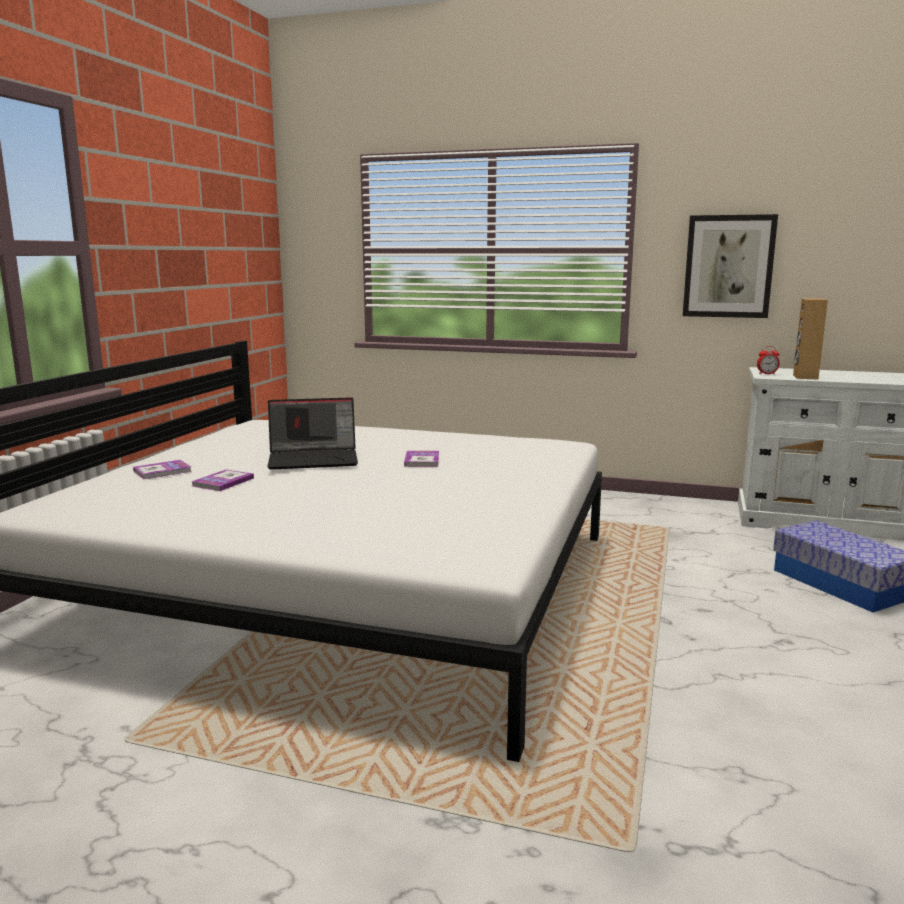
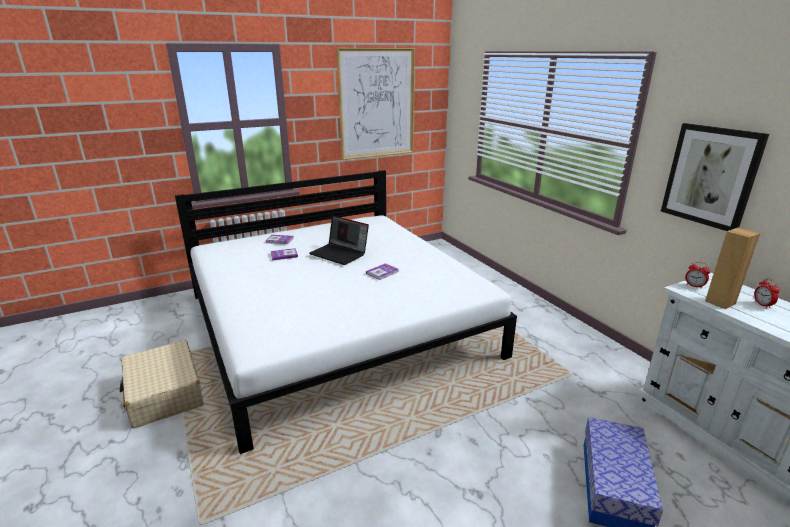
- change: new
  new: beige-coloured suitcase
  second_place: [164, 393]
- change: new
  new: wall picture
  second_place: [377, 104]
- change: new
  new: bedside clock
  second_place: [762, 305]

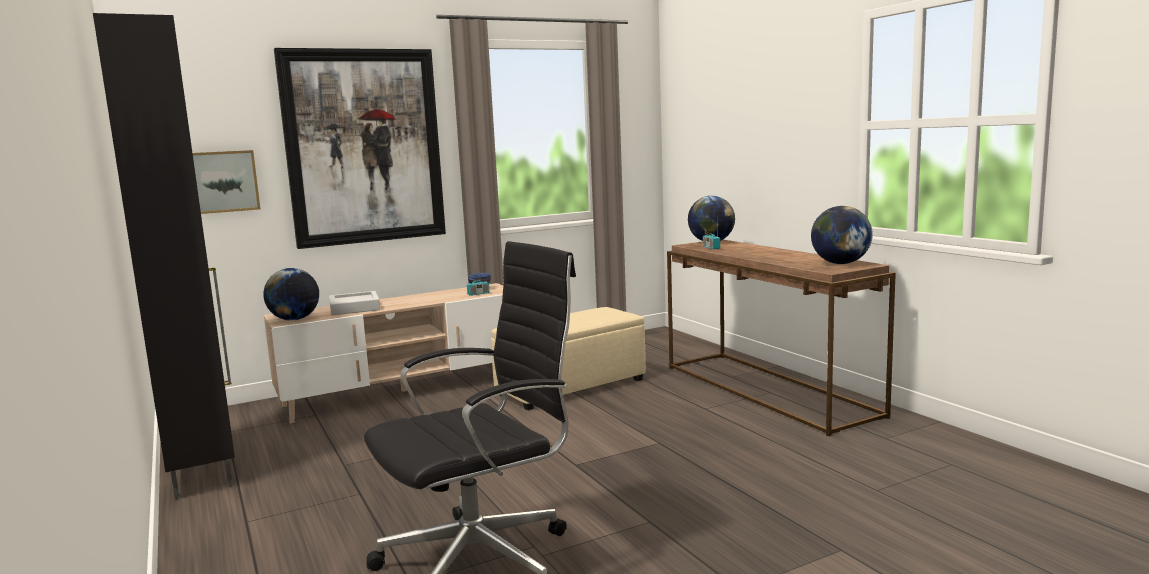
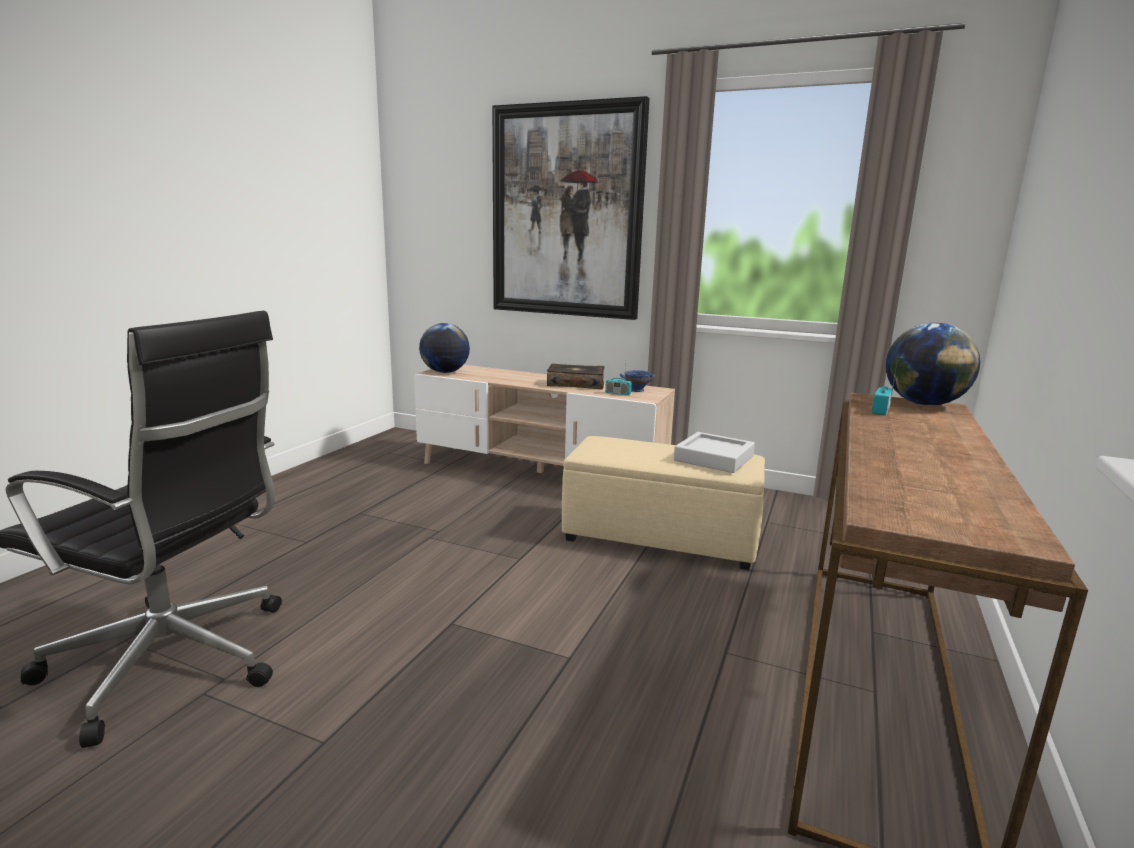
- change: gone
  old: black-coloured storage cabinet
  first_place: [203, 469]
- change: gone
  old: wall picture
  first_place: [224, 181]
- change: gone
  old: globe
  first_place: [840, 263]
- change: new
  new: book
  second_place: [576, 384]
- change: shifted
  old: gray tray
  first_place: [354, 308]
  second_place: [714, 458]

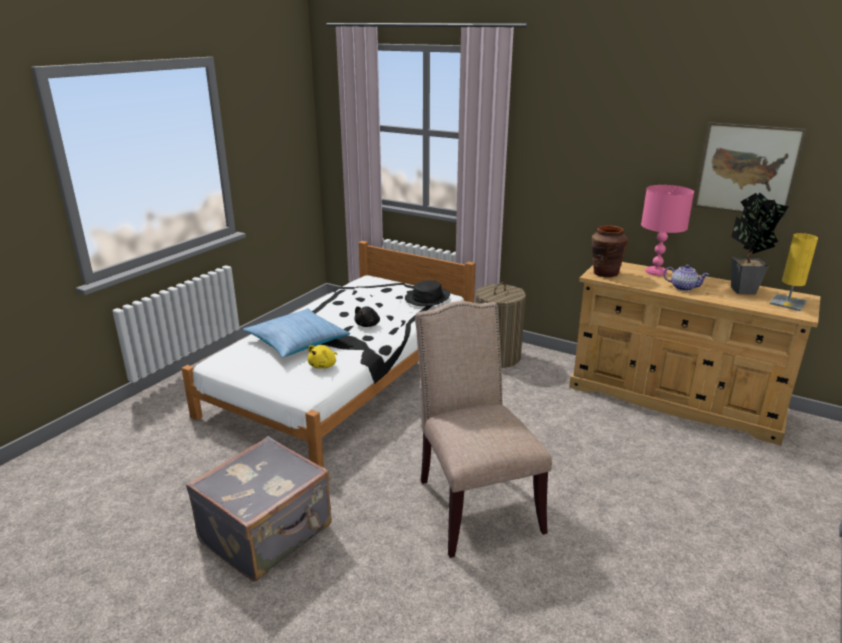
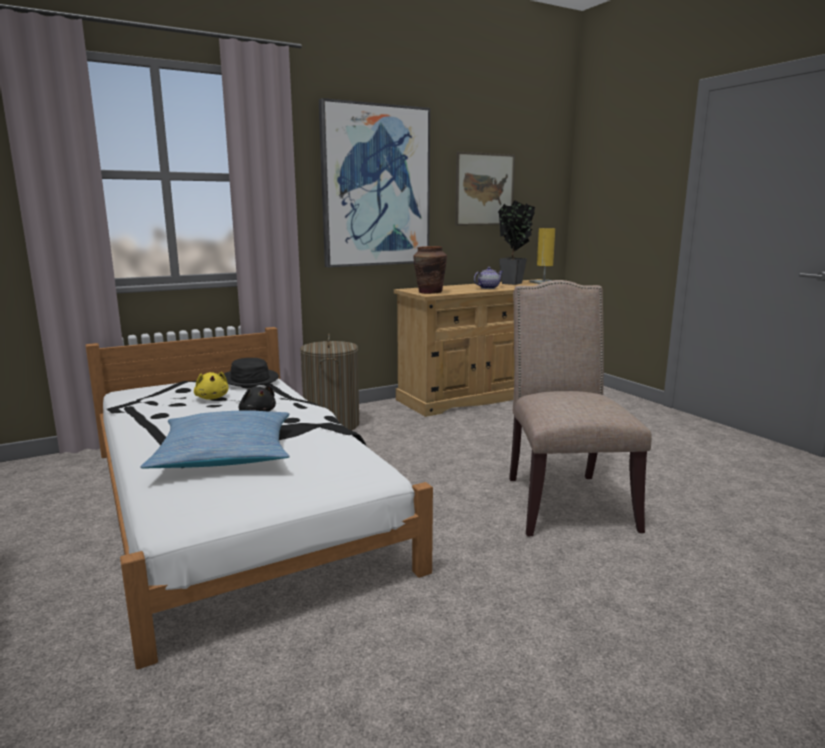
- change: gone
  old: gray suitcase
  first_place: [268, 534]
- change: gone
  old: pinkish lamp for a table
  first_place: [656, 272]
- change: new
  new: wall picture
  second_place: [375, 187]
- change: shifted
  old: yellowish plush toy
  first_place: [323, 365]
  second_place: [212, 398]
- change: rotated
  old: beige-coloured chair
  first_place: [473, 502]
  second_place: [563, 500]
  degrees: 75

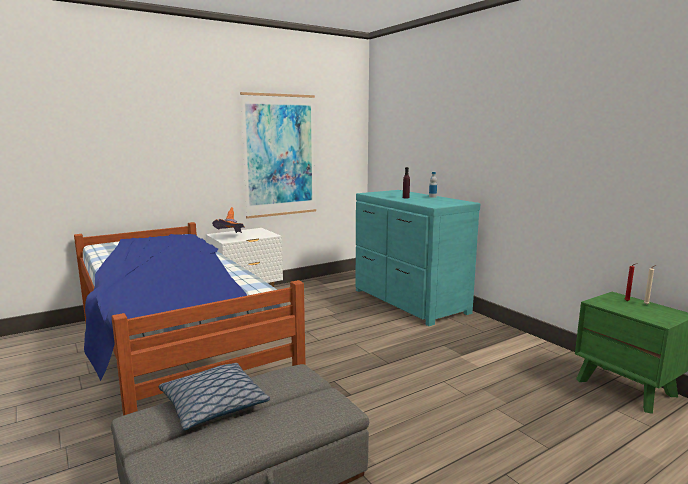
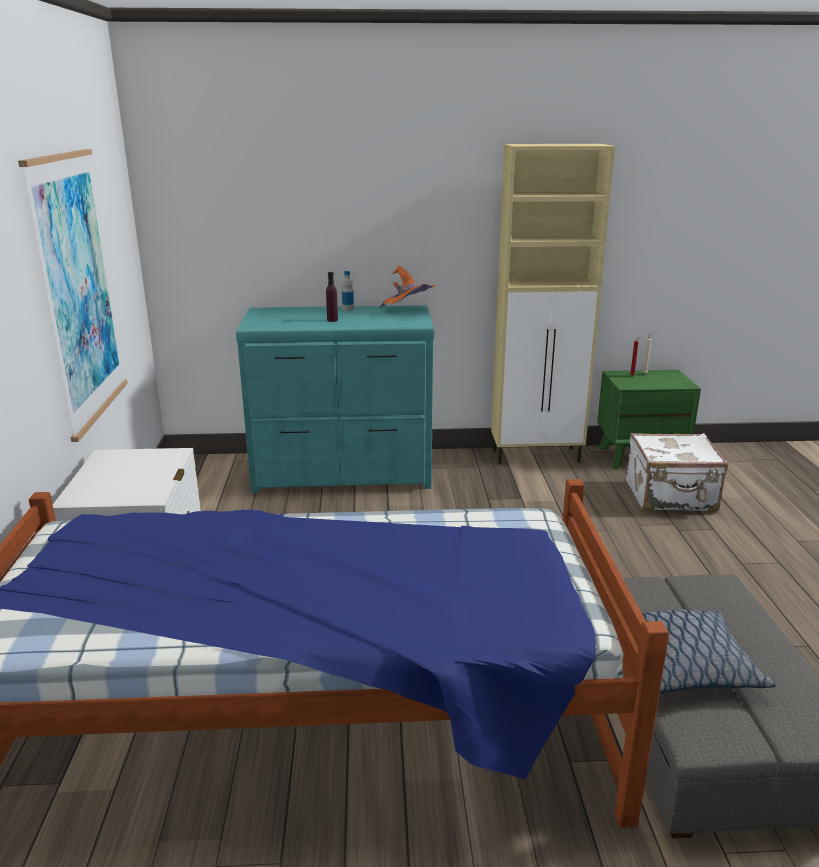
- change: new
  new: beige-coloured storage cabinet
  second_place: [537, 456]
- change: new
  new: white-coloured suitcase
  second_place: [671, 497]
- change: shifted
  old: orange clothing hat
  first_place: [231, 237]
  second_place: [407, 312]

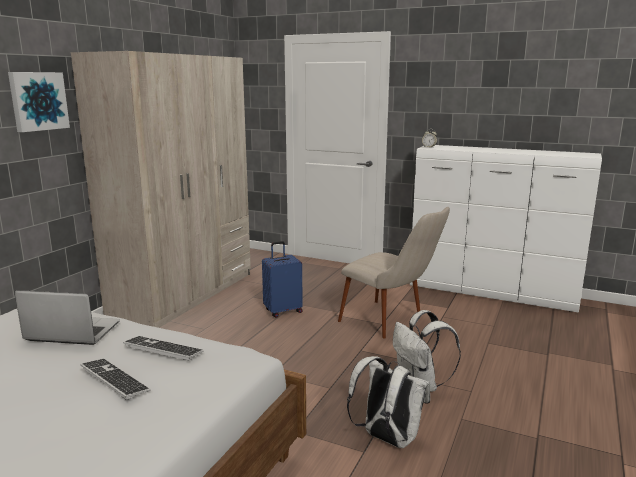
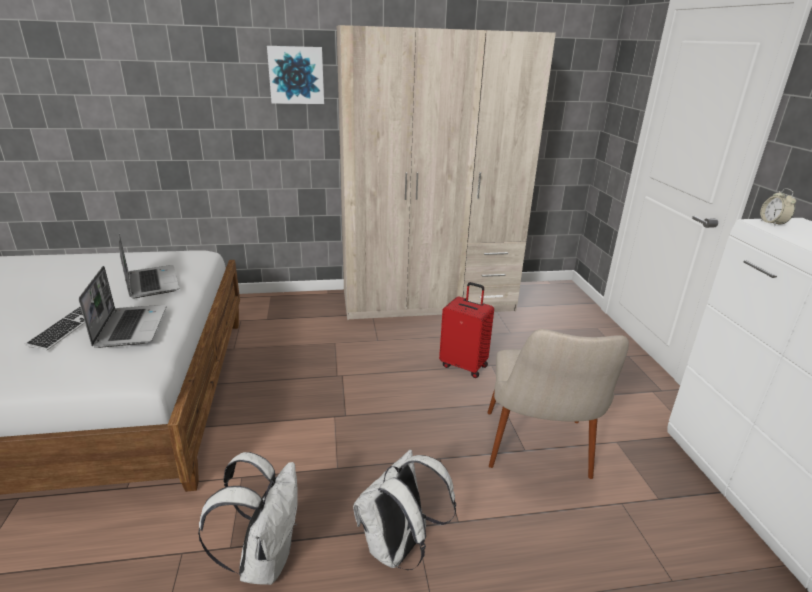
- change: swapped
  old: keyboard
  new: notebook computer
  first_place: [163, 349]
  second_place: [130, 327]
- change: repainted
  old: blue suitcase
  new: red-coloured suitcase
  first_place: [283, 311]
  second_place: [464, 365]

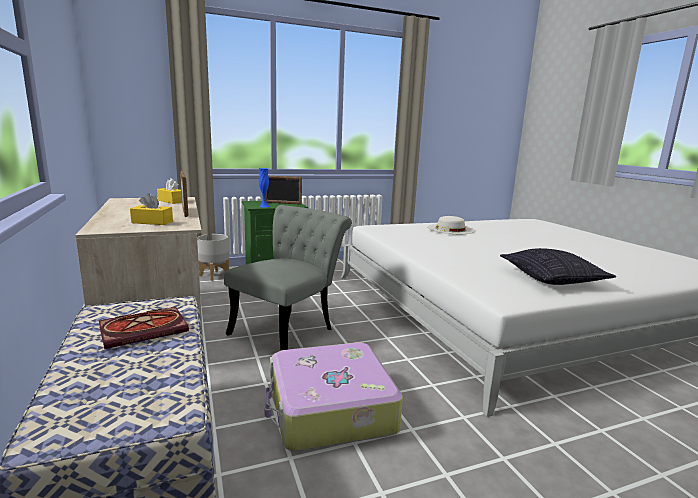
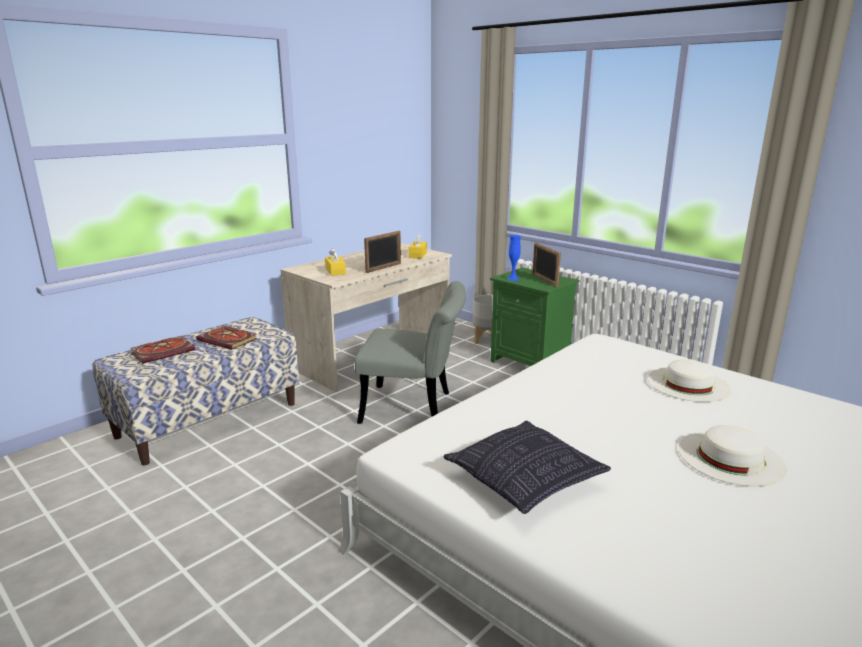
- change: gone
  old: suitcase
  first_place: [330, 409]
- change: new
  new: book
  second_place: [164, 351]
- change: new
  new: white-coloured clothing hat
  second_place: [730, 457]

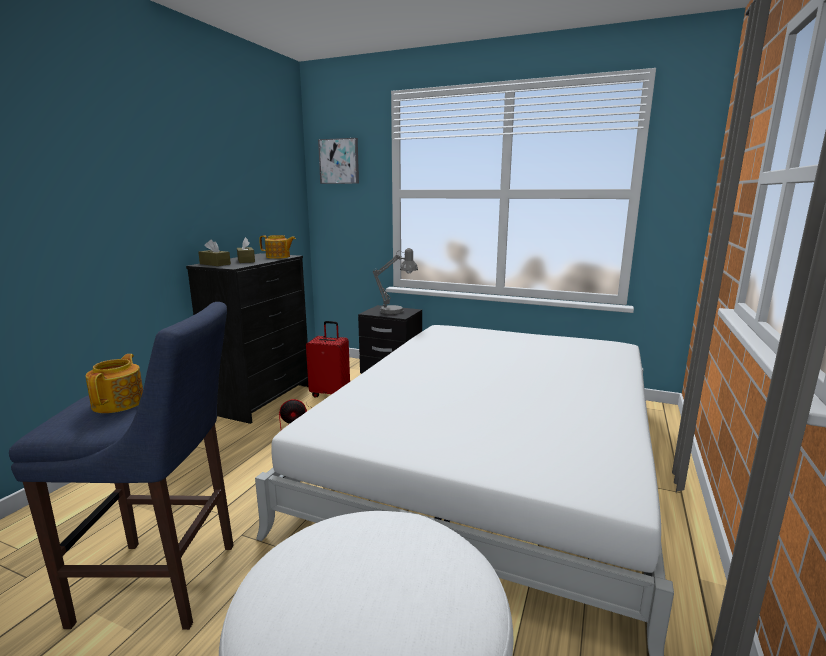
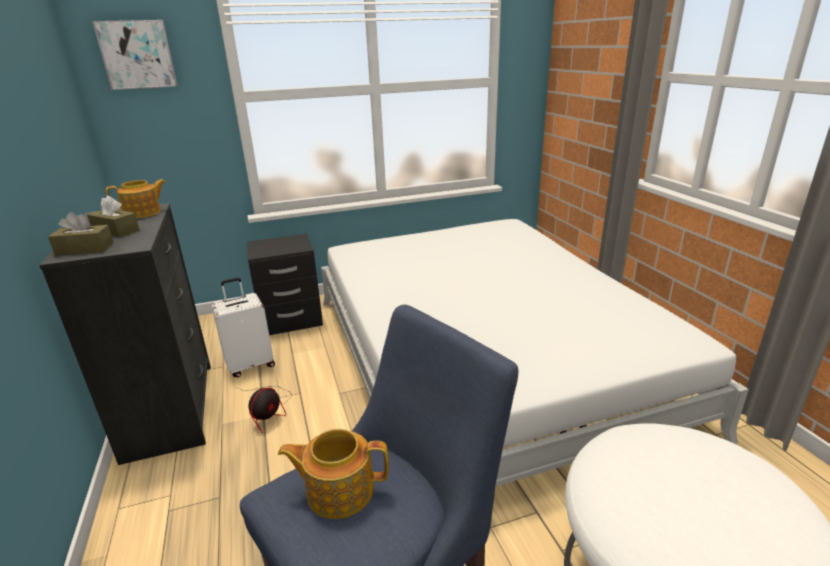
- change: gone
  old: gray lamp for a table
  first_place: [397, 311]
- change: repainted
  old: red-coloured suitcase
  new: white-coloured suitcase
  first_place: [331, 394]
  second_place: [250, 365]
- change: rotated
  old: teapot
  first_place: [120, 402]
  second_place: [338, 490]
  degrees: -45

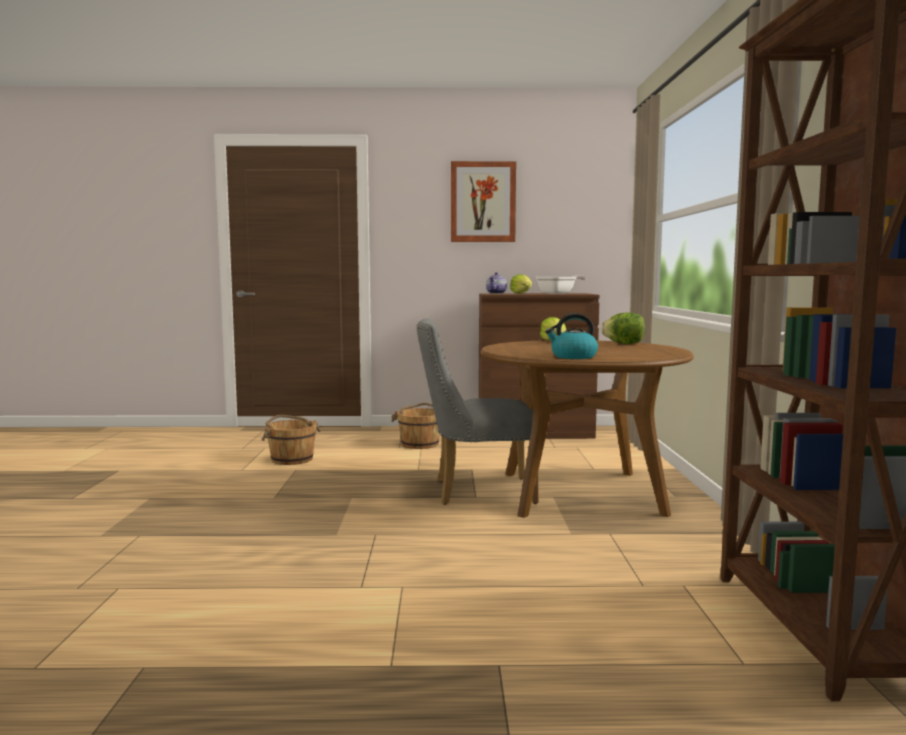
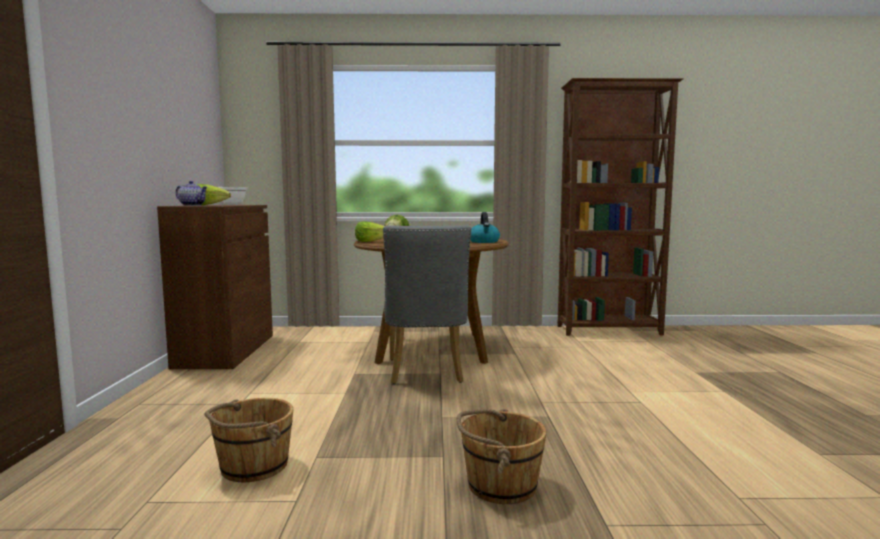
- change: gone
  old: wall picture
  first_place: [483, 202]
- change: shifted
  old: brown-coloured water bucket
  first_place: [420, 444]
  second_place: [500, 485]

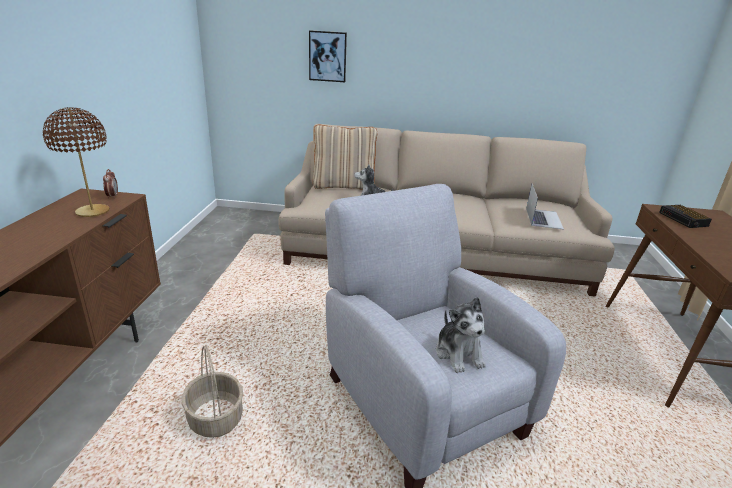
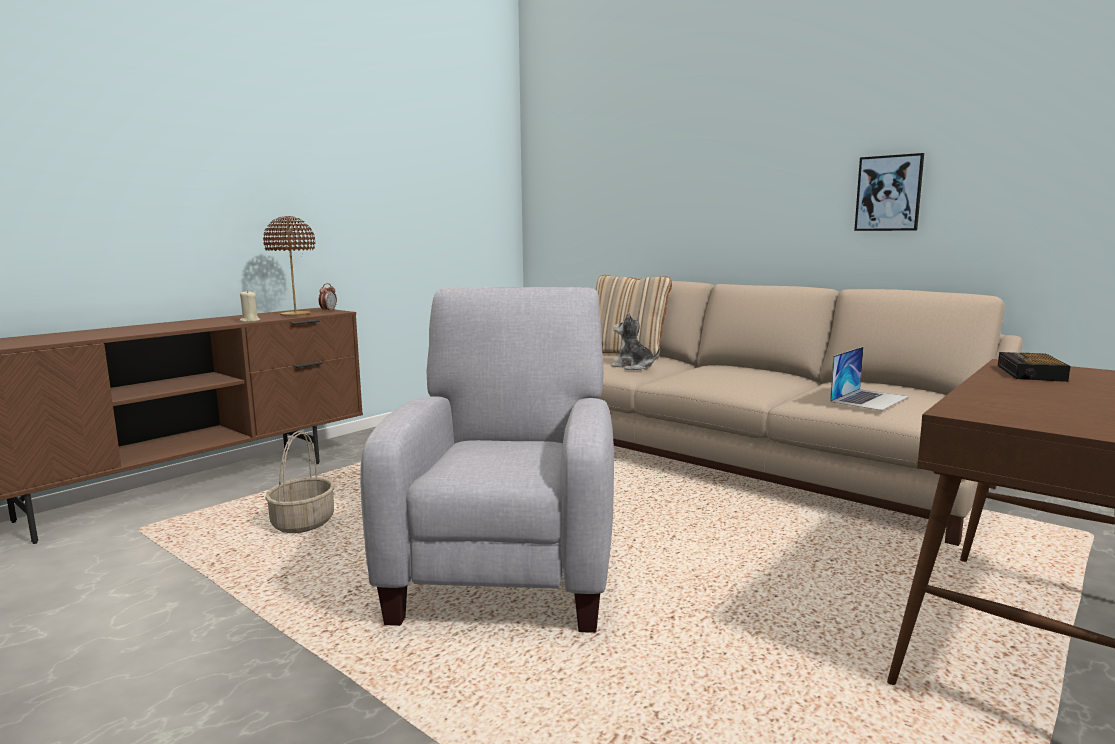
- change: gone
  old: plush toy
  first_place: [459, 354]
- change: new
  new: beige-coloured wax light
  second_place: [250, 321]
- change: shifted
  old: wall picture
  first_place: [327, 56]
  second_place: [889, 193]

